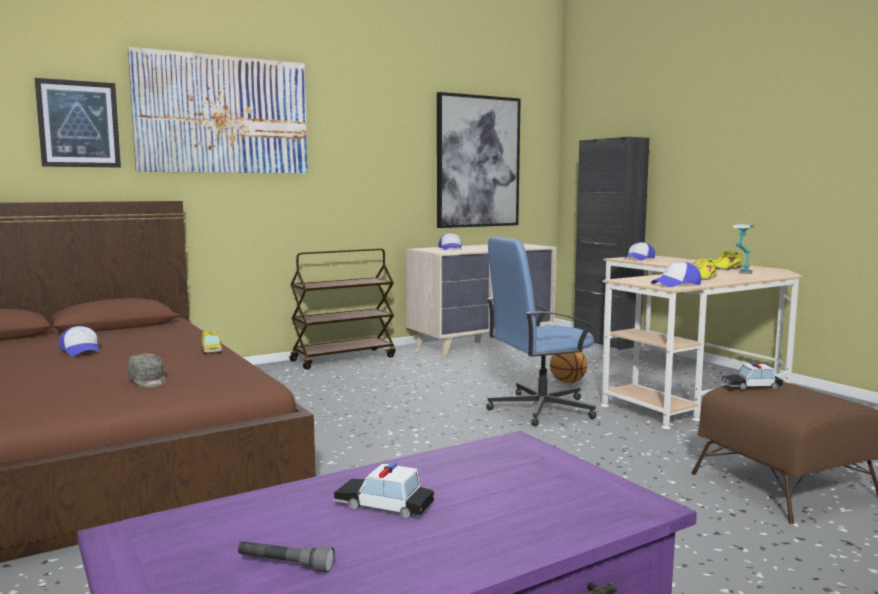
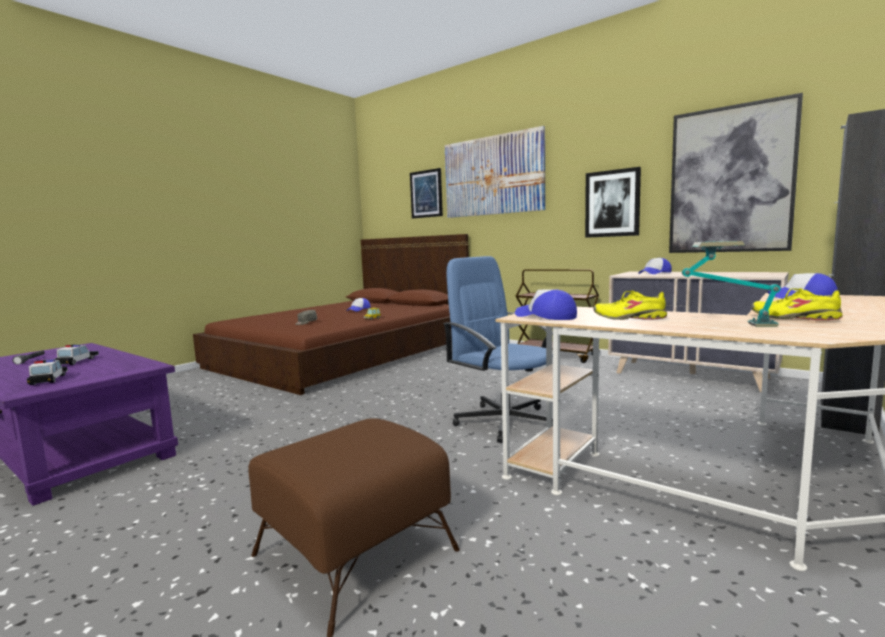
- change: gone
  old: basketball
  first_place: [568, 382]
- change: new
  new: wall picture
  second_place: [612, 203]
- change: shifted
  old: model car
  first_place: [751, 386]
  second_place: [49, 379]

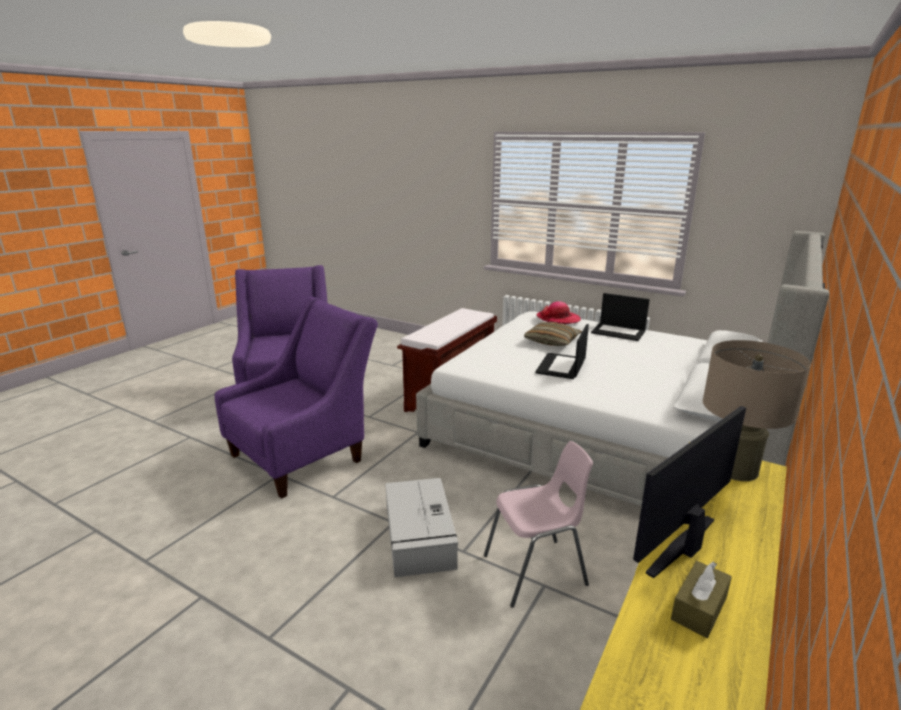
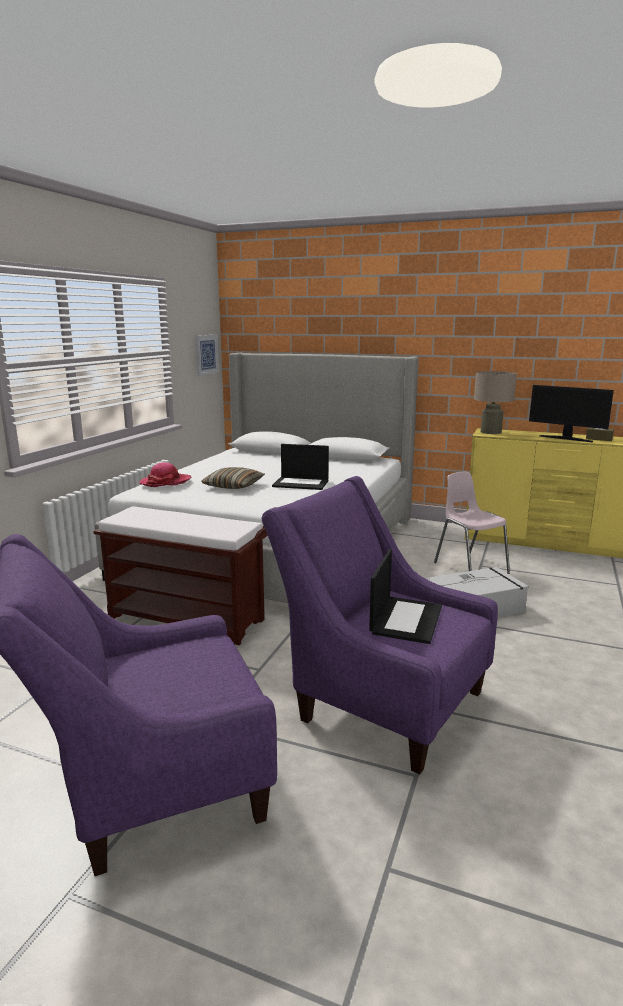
- change: new
  new: wall picture
  second_place: [206, 354]
- change: shifted
  old: notebook computer
  first_place: [619, 332]
  second_place: [406, 619]

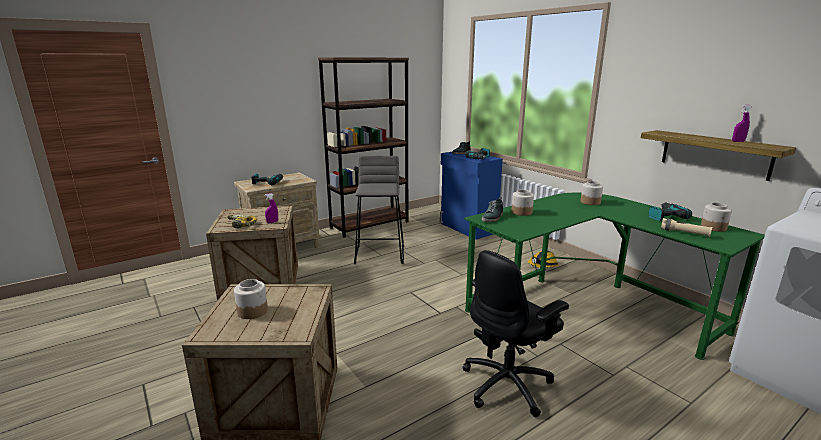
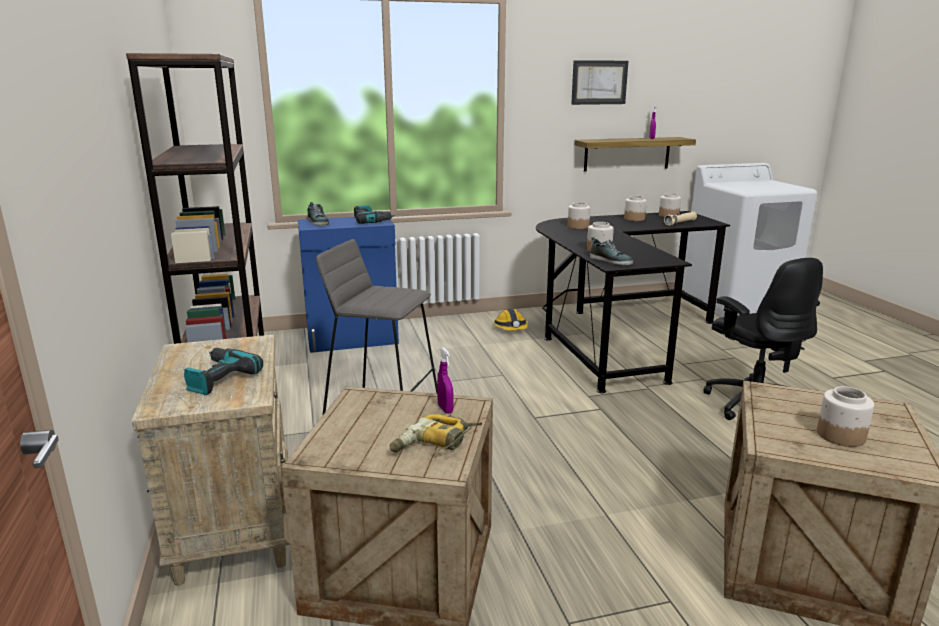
- change: new
  new: wall picture
  second_place: [599, 82]
- change: swapped
  old: electric drill
  new: storage jar
  first_place: [664, 216]
  second_place: [634, 219]
- change: repainted
  old: green-coloured desk
  new: black-coloured desk
  first_place: [587, 307]
  second_place: [615, 335]

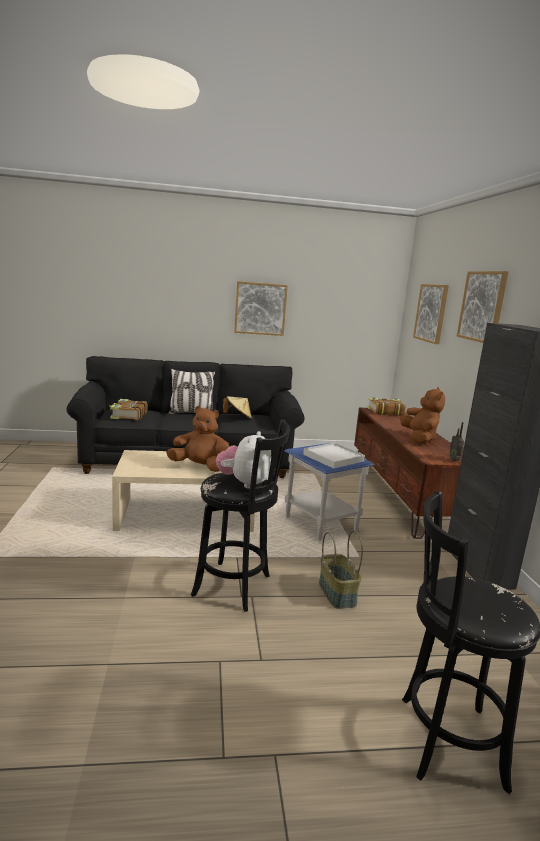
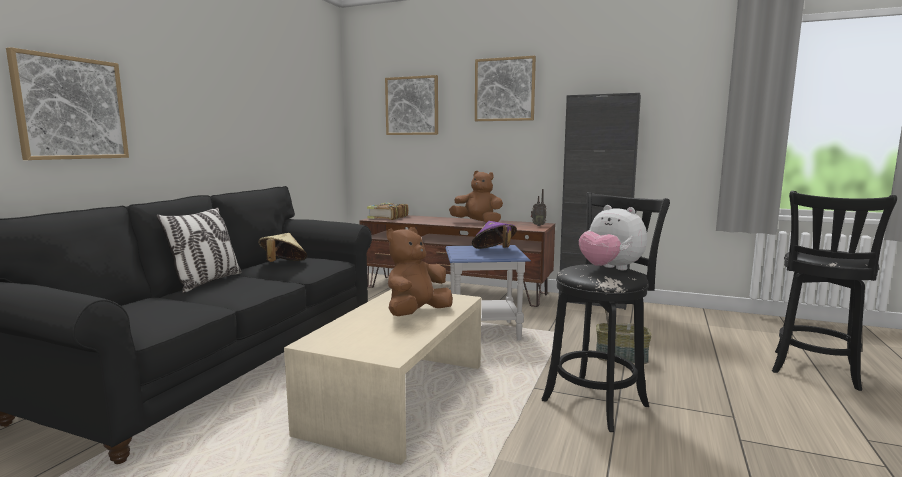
- change: gone
  old: book
  first_place: [128, 416]
- change: shifted
  old: wall picture
  first_place: [260, 308]
  second_place: [71, 108]
- change: swapped
  old: white-coloured tray
  new: purple clothing hat
  first_place: [333, 458]
  second_place: [494, 251]

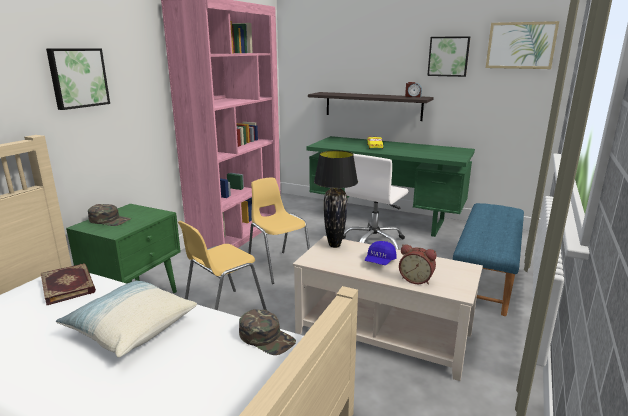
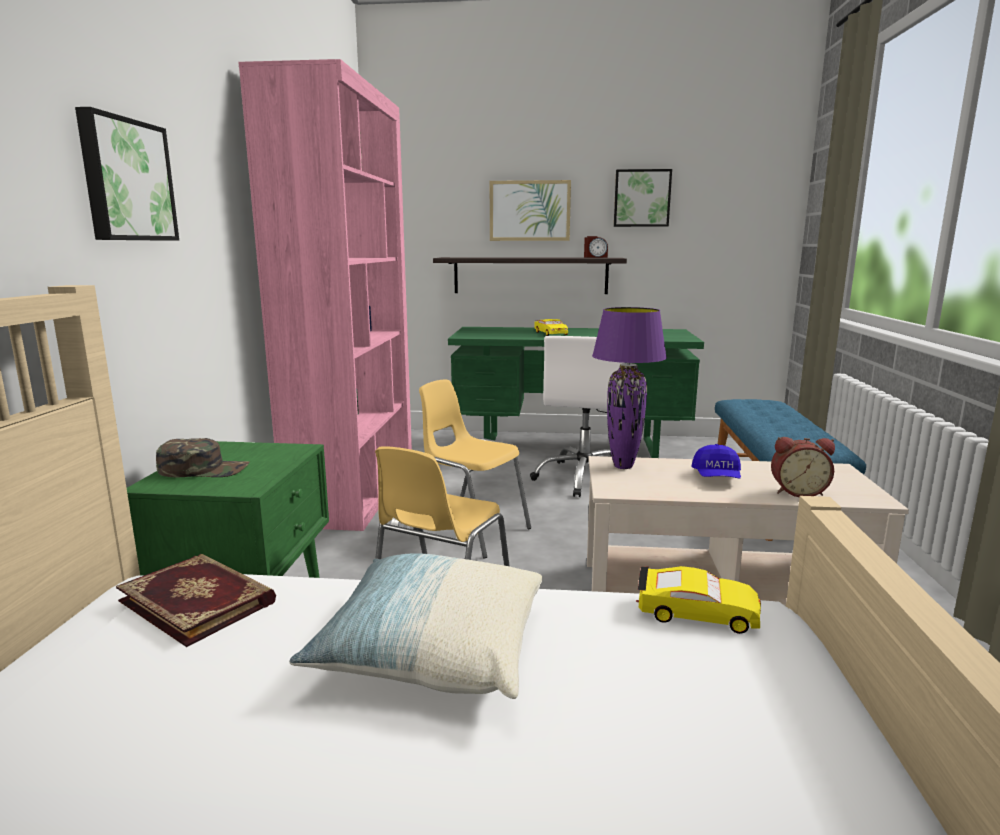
- change: shifted
  old: wall picture
  first_place: [520, 45]
  second_place: [530, 211]
- change: swapped
  old: green-coloured baseball cap
  new: yellowish model car
  first_place: [267, 338]
  second_place: [696, 612]
- change: repainted
  old: black-coloured lamp for a table
  new: purple lamp for a table
  first_place: [335, 245]
  second_place: [623, 466]

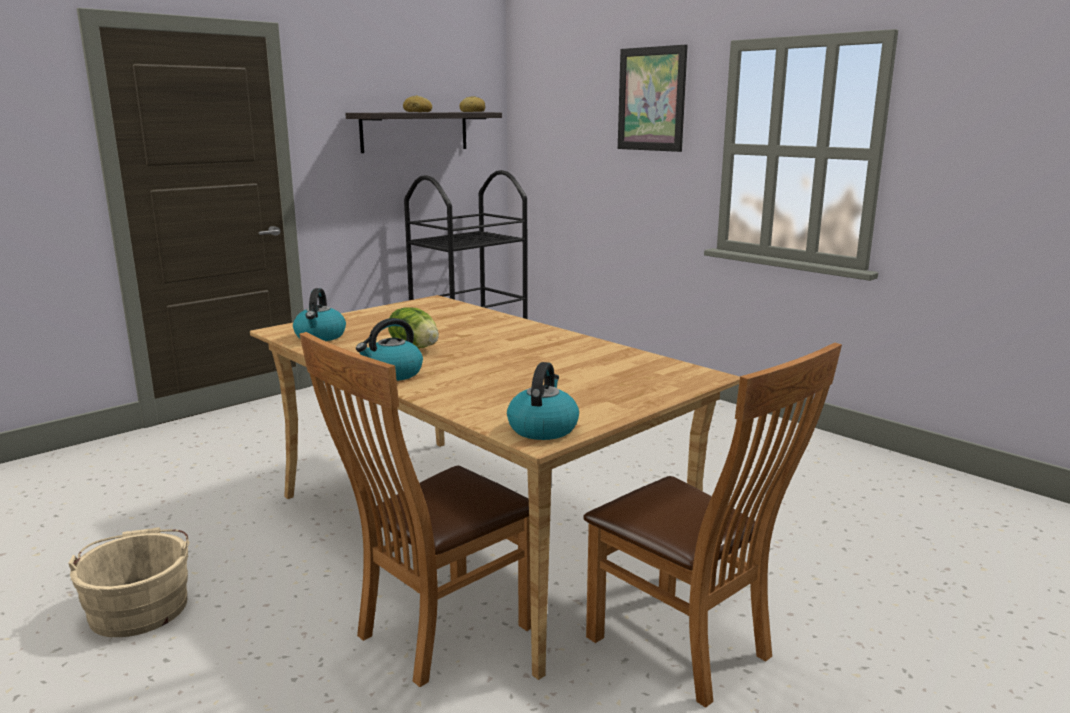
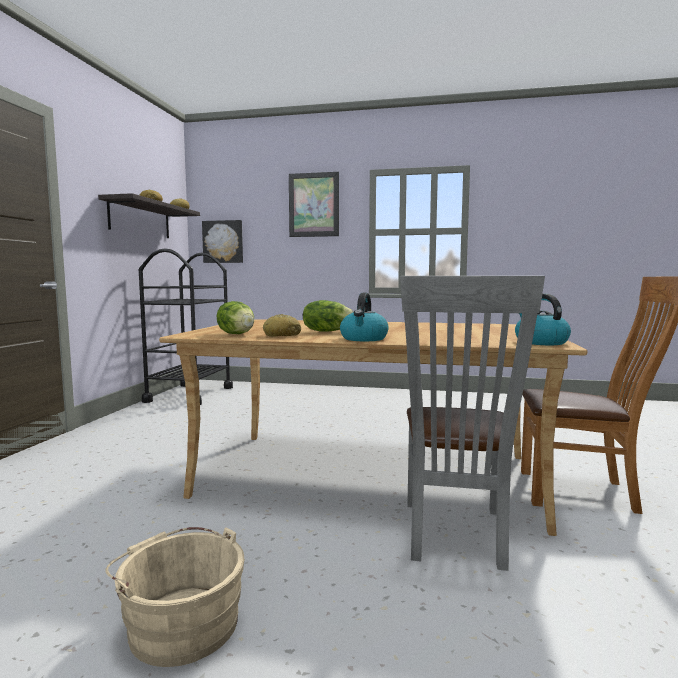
- change: new
  new: wall picture
  second_place: [223, 241]
- change: new
  new: bakery bread
  second_place: [282, 335]
- change: swapped
  old: water kettle
  new: lettuce
  first_place: [320, 337]
  second_place: [237, 334]
- change: repainted
  old: brown-coloured chair
  new: gray chair
  first_place: [435, 633]
  second_place: [455, 537]

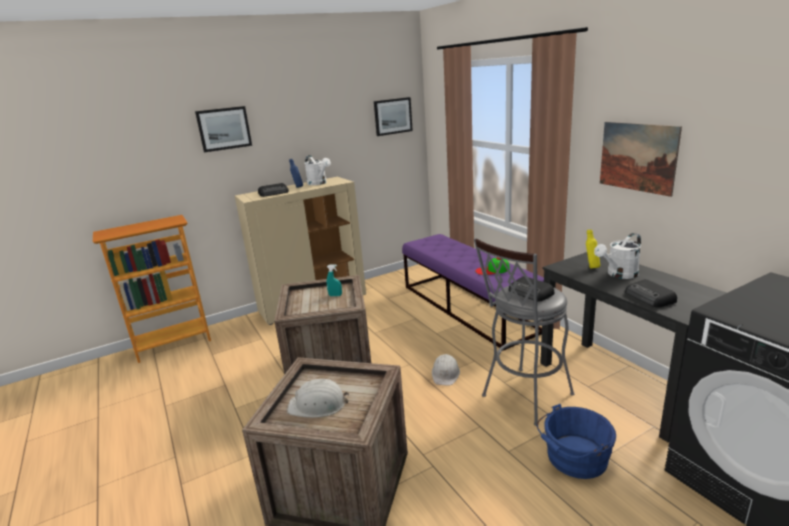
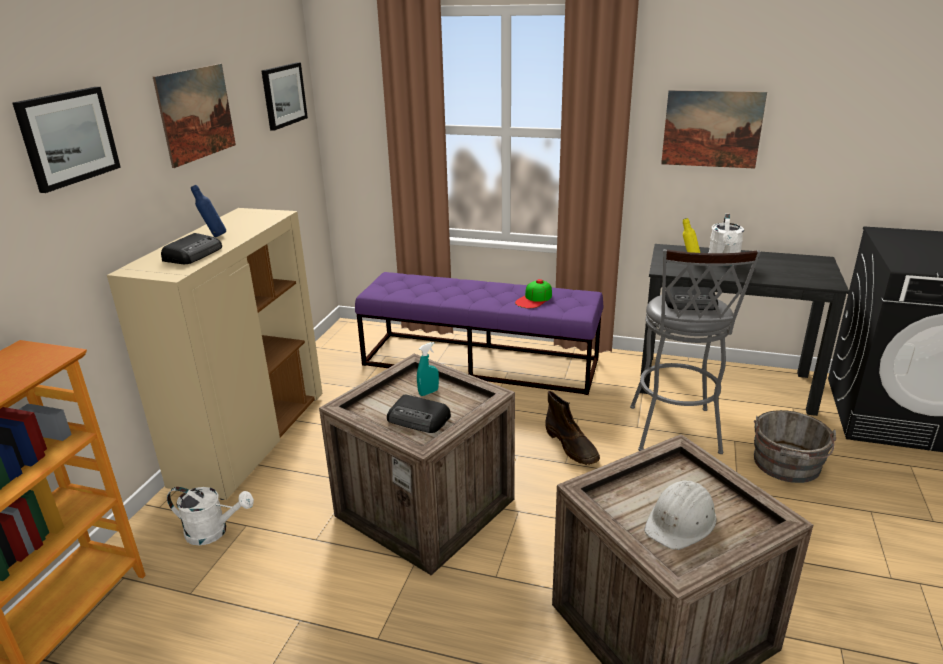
- change: new
  new: wall picture
  second_place: [196, 113]
- change: shifted
  old: white-coloured watering can
  first_place: [319, 183]
  second_place: [213, 532]
- change: shifted
  old: radio set
  first_place: [650, 298]
  second_place: [419, 419]
- change: swapped
  old: white-coloured hard hat
  new: brown-coloured high-top boot
  first_place: [445, 373]
  second_place: [571, 446]
- change: repainted
  old: blue water bucket
  new: gray water bucket
  first_place: [574, 458]
  second_place: [786, 465]

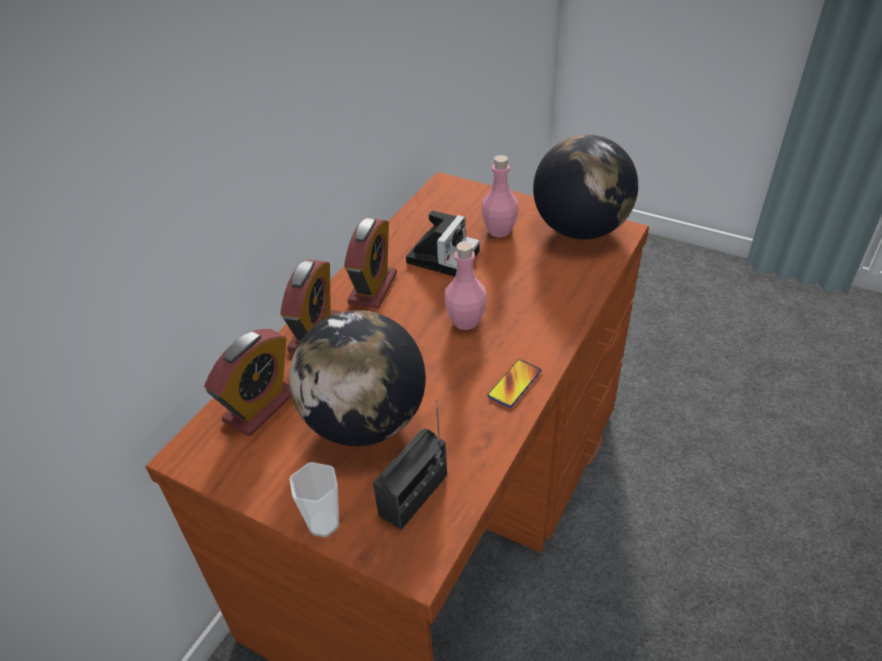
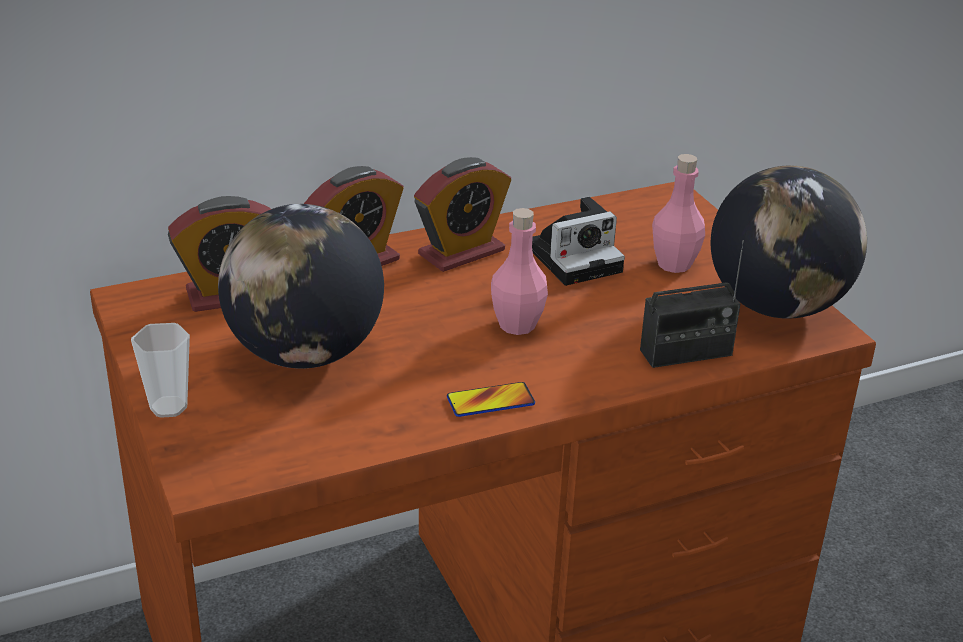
- change: shifted
  old: radio set
  first_place: [413, 495]
  second_place: [686, 353]

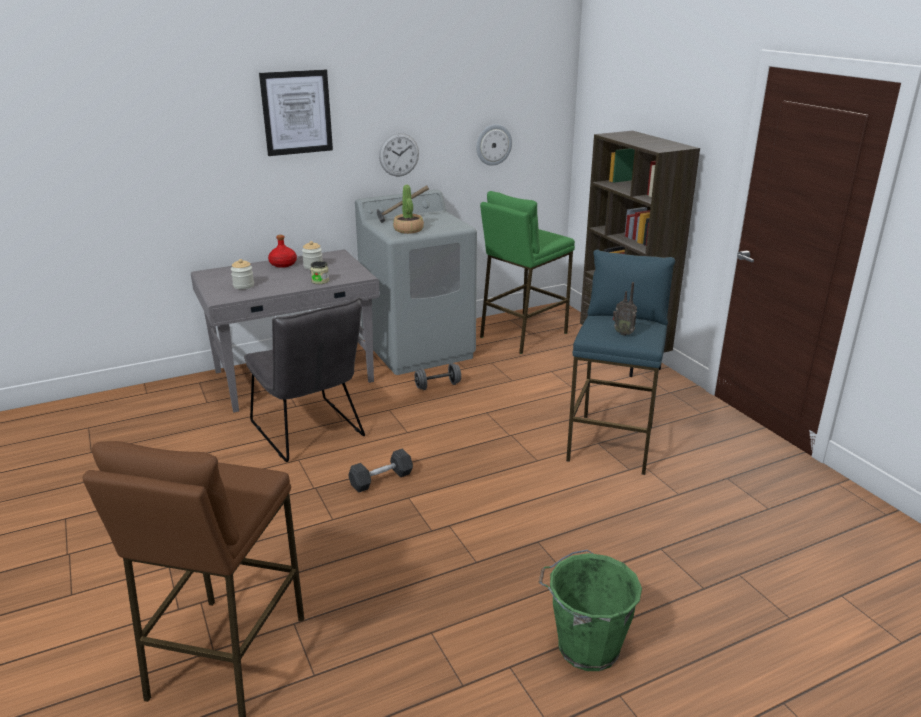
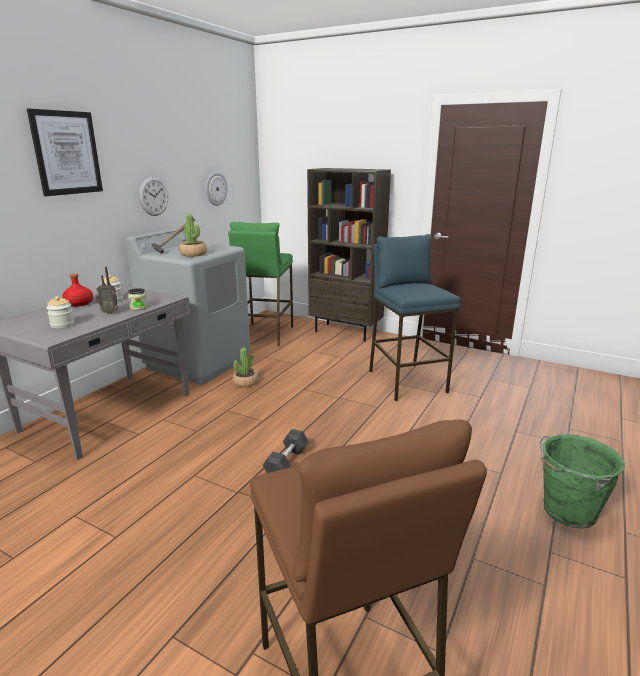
- change: gone
  old: gray chair
  first_place: [310, 433]
- change: shifted
  old: radio set
  first_place: [623, 333]
  second_place: [109, 312]
- change: swapped
  old: gray free weight
  new: plant in a pot
  first_place: [438, 386]
  second_place: [245, 382]

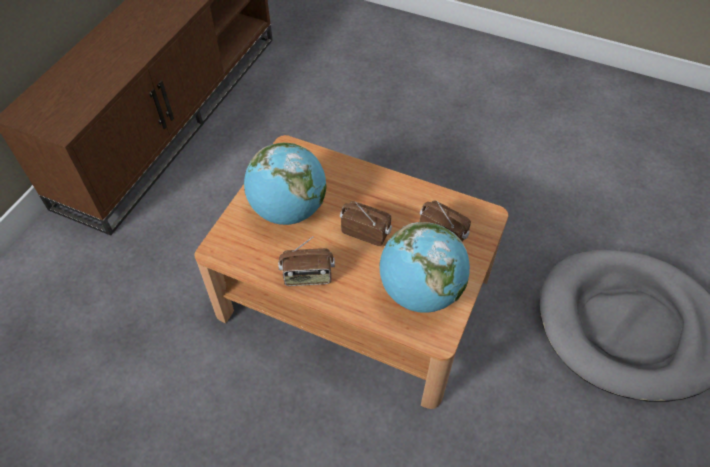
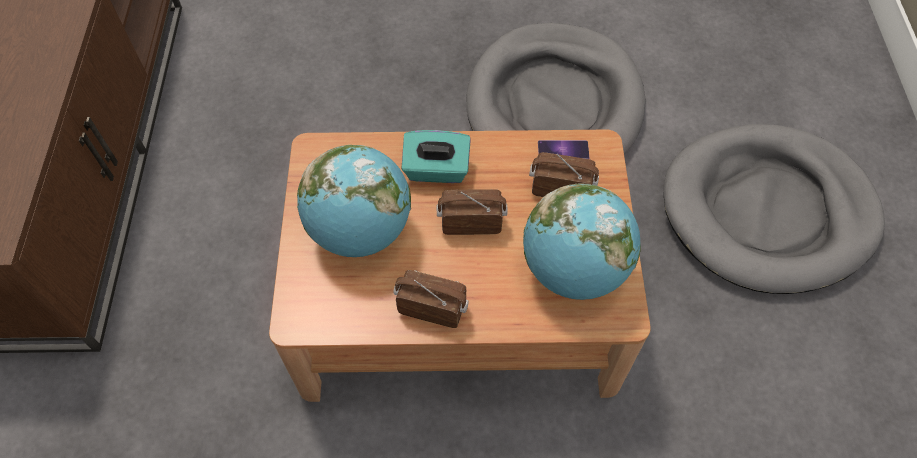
- change: new
  new: turquoise tissue holder
  second_place: [436, 170]
- change: new
  new: gray pet bed
  second_place: [554, 104]
- change: new
  new: phone
  second_place: [563, 150]
- change: rotated
  old: radio set
  first_place: [308, 277]
  second_place: [432, 307]
  degrees: -135

